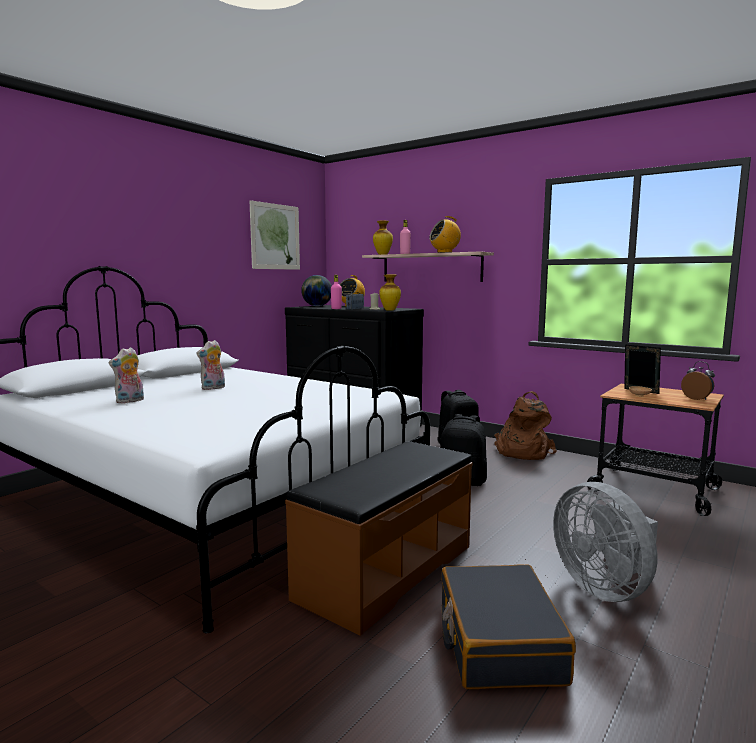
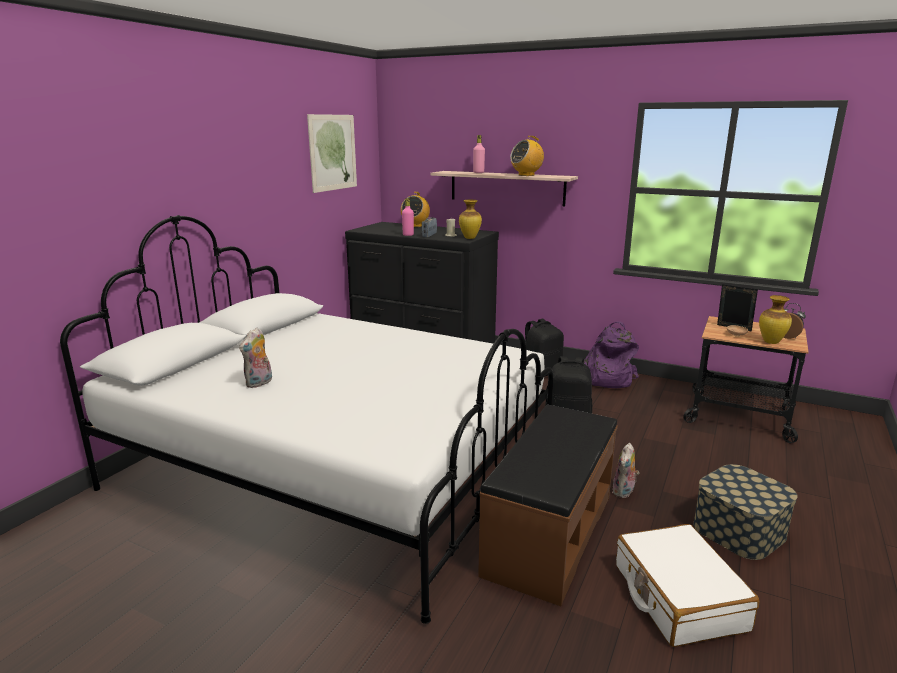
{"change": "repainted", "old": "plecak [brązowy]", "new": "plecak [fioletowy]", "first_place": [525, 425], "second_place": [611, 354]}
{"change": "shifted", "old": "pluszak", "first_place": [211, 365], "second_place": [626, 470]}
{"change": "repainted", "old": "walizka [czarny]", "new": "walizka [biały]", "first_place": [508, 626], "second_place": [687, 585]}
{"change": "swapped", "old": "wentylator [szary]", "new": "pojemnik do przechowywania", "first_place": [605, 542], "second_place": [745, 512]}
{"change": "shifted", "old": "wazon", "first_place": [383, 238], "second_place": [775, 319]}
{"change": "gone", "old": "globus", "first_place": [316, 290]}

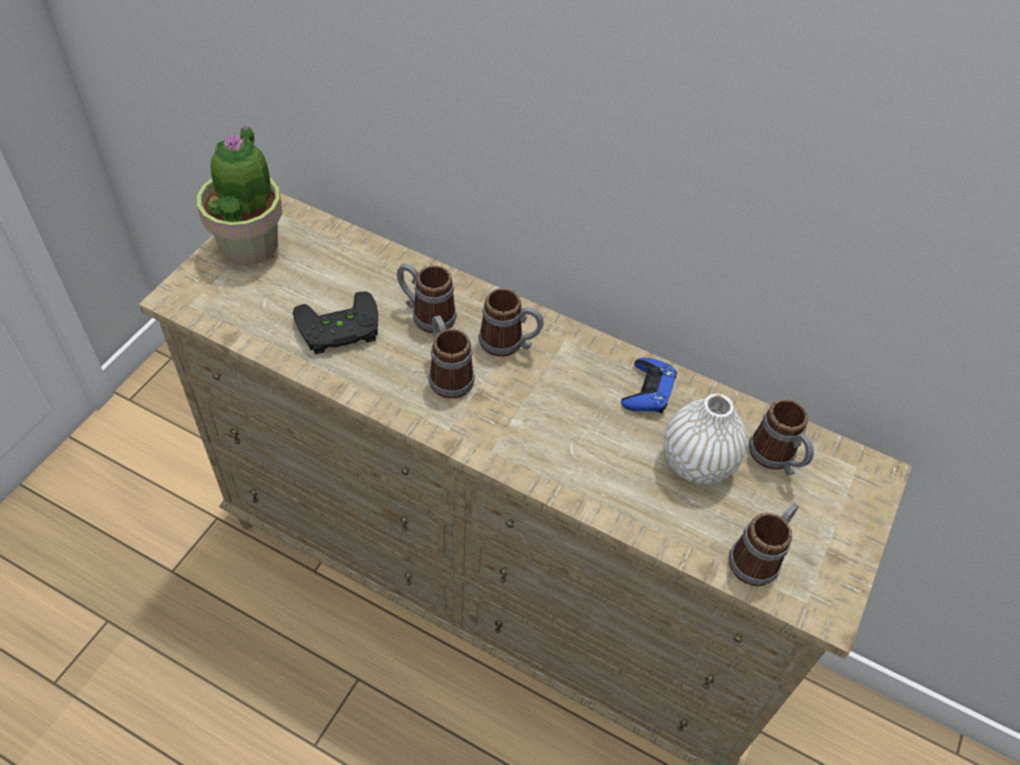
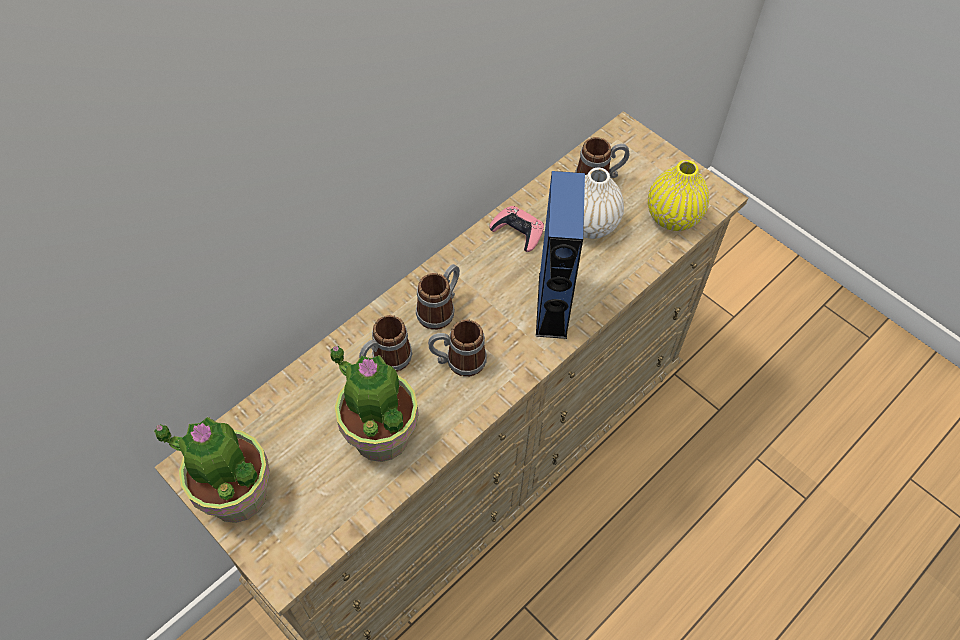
{"change": "swapped", "old": "pad do gier [czarny]", "new": "roślina doniczkowa", "first_place": [335, 323], "second_place": [374, 404]}
{"change": "repainted", "old": "pad do gier [niebieski]", "new": "pad do gier [różowy]", "first_place": [649, 385], "second_place": [517, 229]}
{"change": "new", "new": "głośnik [niebieski]", "second_place": [560, 255]}
{"change": "swapped", "old": "kubek", "new": "wazon [żółty]", "first_place": [764, 544], "second_place": [678, 195]}

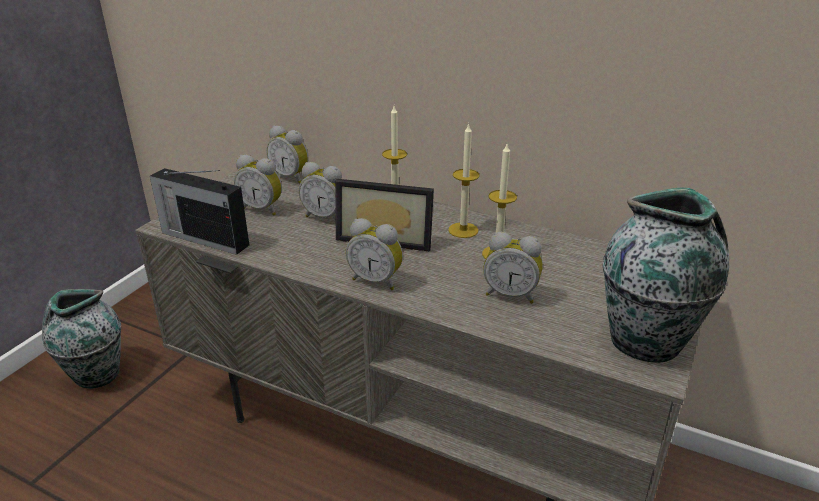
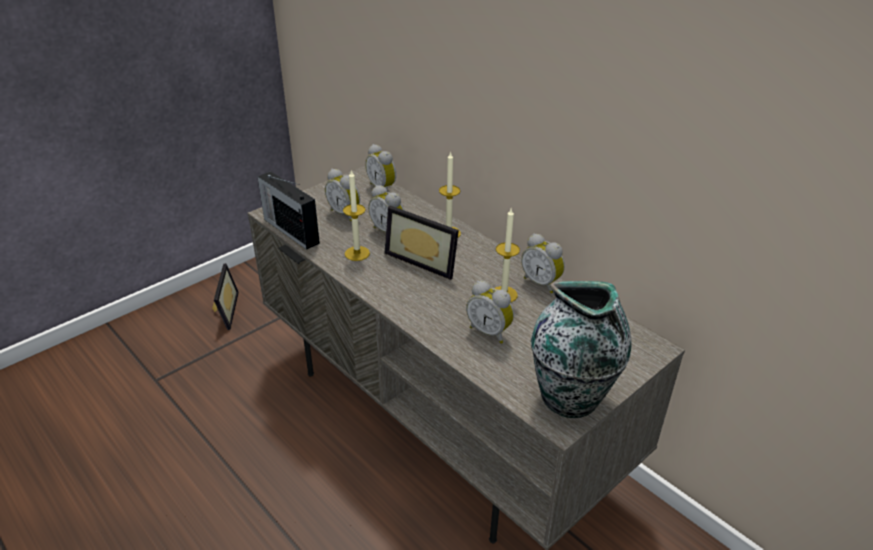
{"change": "swapped", "old": "wazon", "new": "ramka na zdjęcie", "first_place": [81, 339], "second_place": [225, 296]}
{"change": "shifted", "old": "świeca", "first_place": [464, 180], "second_place": [356, 215]}
{"change": "shifted", "old": "budzik", "first_place": [374, 254], "second_place": [543, 263]}

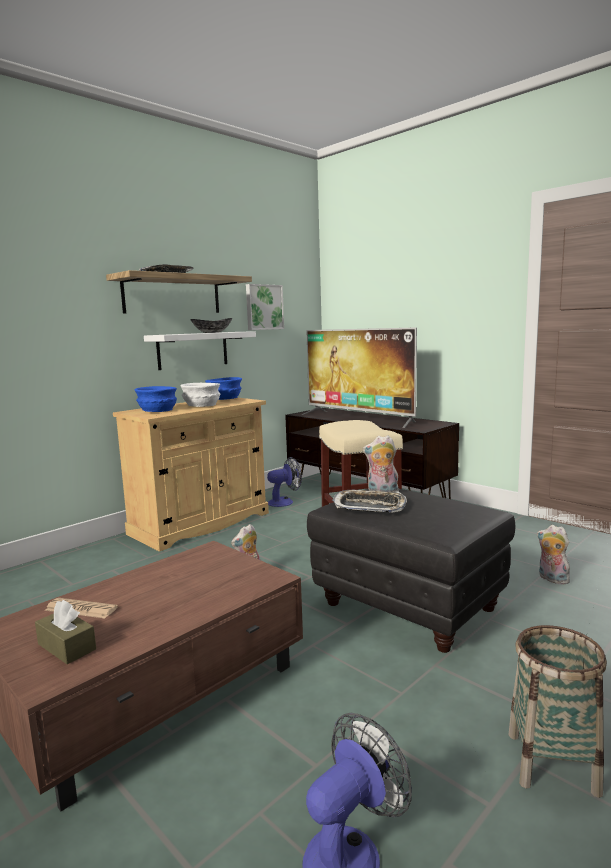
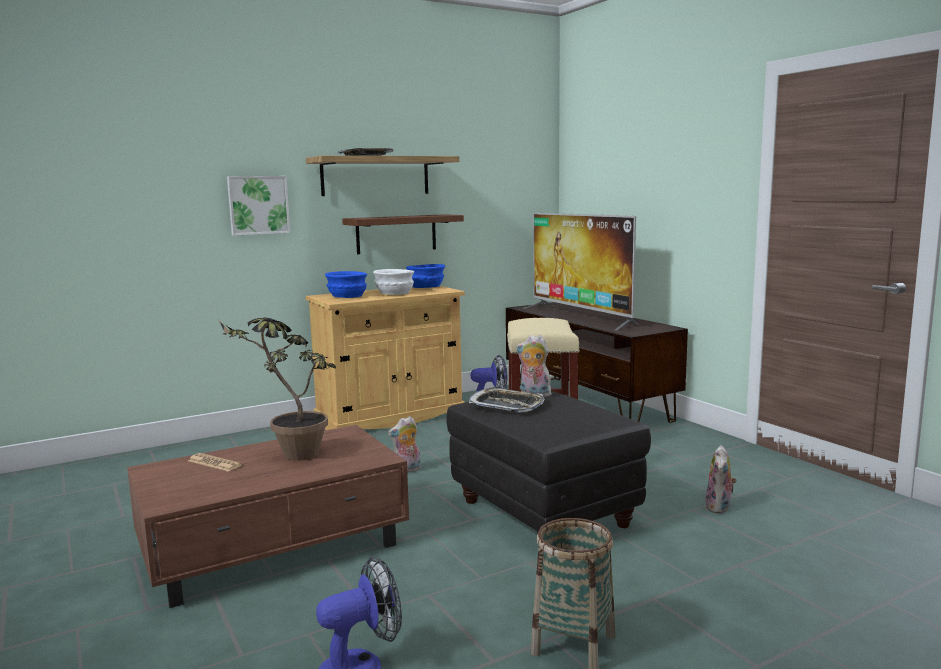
{"change": "new", "new": "roślina doniczkowa", "second_place": [277, 389]}
{"change": "shifted", "old": "obraz", "first_place": [265, 307], "second_place": [258, 206]}
{"change": "repainted", "old": "półka [biały]", "new": "półka [brązowy]", "first_place": [200, 350], "second_place": [403, 234]}
{"change": "rotated", "old": "pluszak", "first_place": [553, 555], "second_place": [721, 479], "degrees": -135}
{"change": "gone", "old": "pudełko chusteczek [brązowy]", "first_place": [65, 632]}
{"change": "gone", "old": "miska", "first_place": [211, 325]}

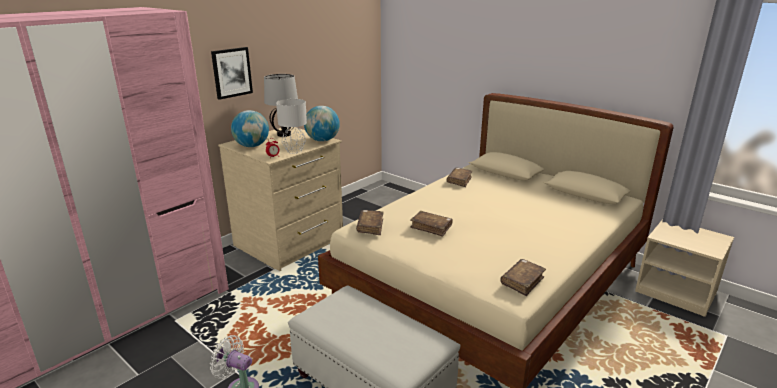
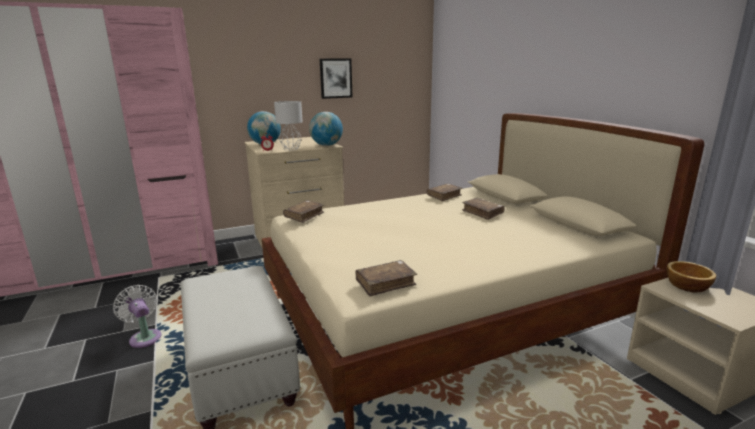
{"change": "shifted", "old": "obraz", "first_place": [232, 73], "second_place": [336, 78]}
{"change": "shifted", "old": "książka [brązowy]", "first_place": [431, 224], "second_place": [483, 209]}
{"change": "new", "new": "miska", "second_place": [691, 276]}
{"change": "gone", "old": "lampa stołowa", "first_place": [281, 105]}

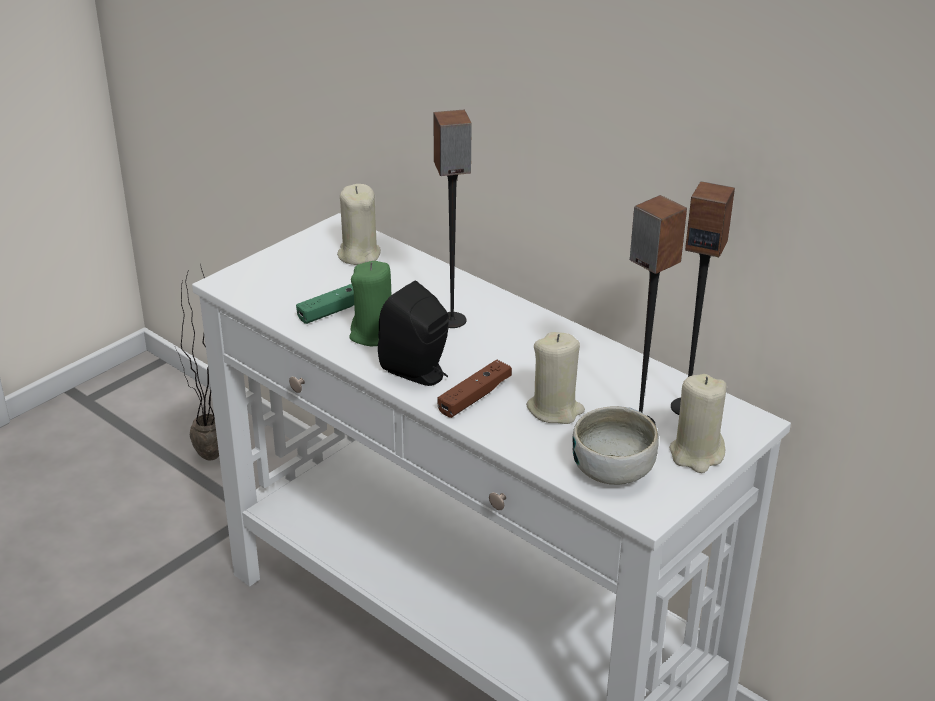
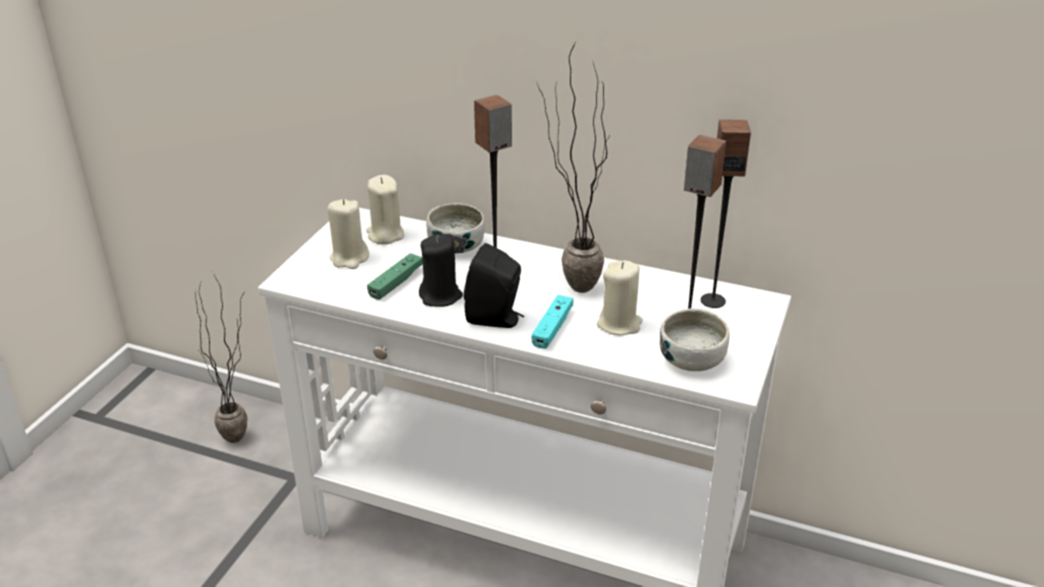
{"change": "shifted", "old": "świeca [beżowy]", "first_place": [697, 423], "second_place": [348, 234]}
{"change": "repainted", "old": "świeca [zielony]", "new": "świeca [czarny]", "first_place": [370, 303], "second_place": [441, 270]}
{"change": "new", "new": "miska", "second_place": [455, 228]}
{"change": "repainted", "old": "pad do gier [brązowy]", "new": "pad do gier [turkusowy]", "first_place": [474, 389], "second_place": [552, 322]}
{"change": "new", "new": "roślina doniczkowa", "second_place": [573, 168]}

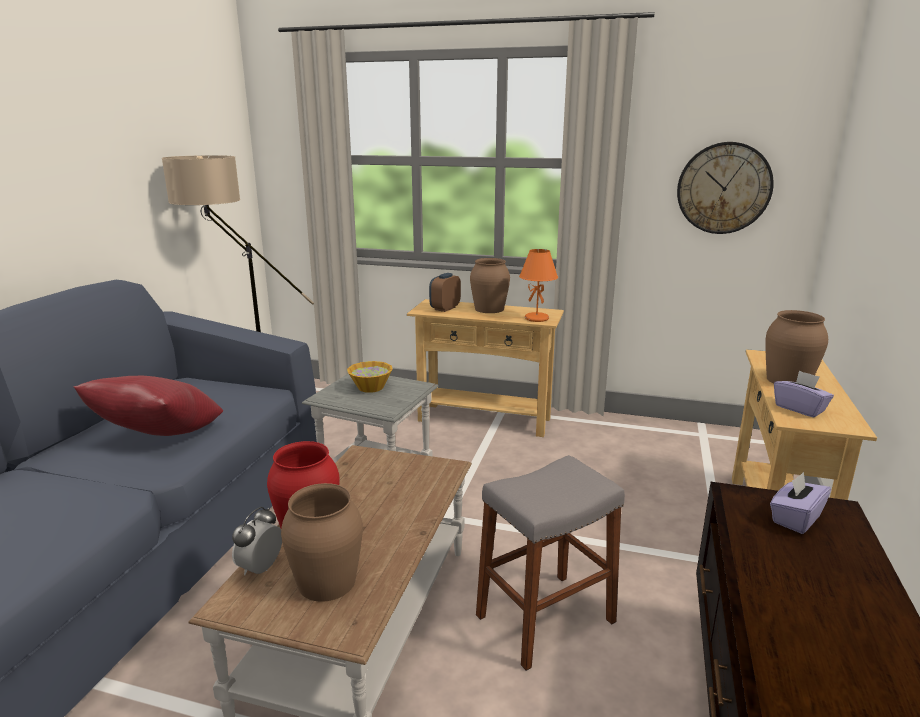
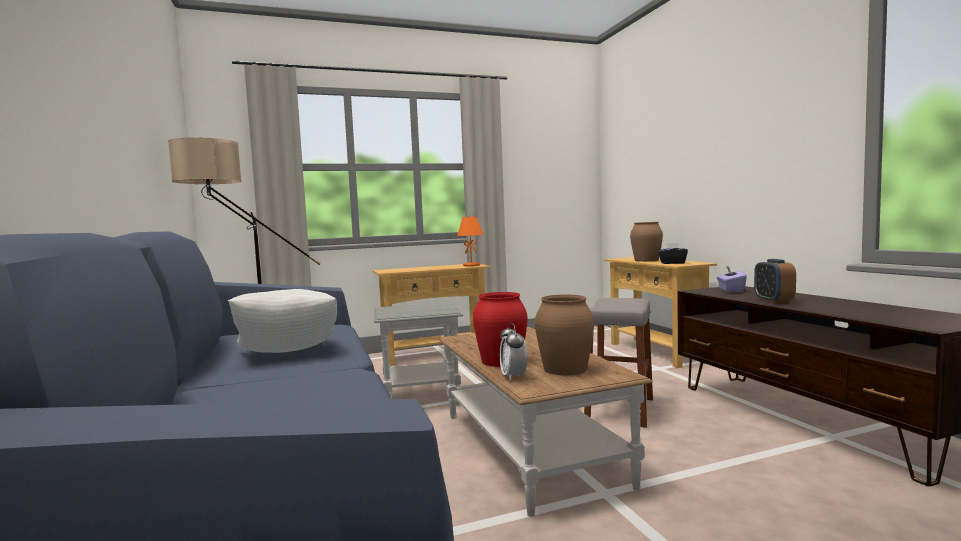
{"change": "repainted", "old": "poduszka [czerwony]", "new": "poduszka [biały]", "first_place": [148, 406], "second_place": [282, 321]}
{"change": "repainted", "old": "pudełko chusteczek [fioletowy]", "new": "pudełko chusteczek [czarny]", "first_place": [804, 394], "second_place": [673, 253]}
{"change": "shifted", "old": "budzik", "first_place": [445, 292], "second_place": [775, 281]}
{"change": "gone", "old": "miska", "first_place": [370, 377]}
{"change": "gone", "old": "wazon [brązowy]", "first_place": [490, 285]}
{"change": "gone", "old": "zegar ścienny", "first_place": [725, 188]}

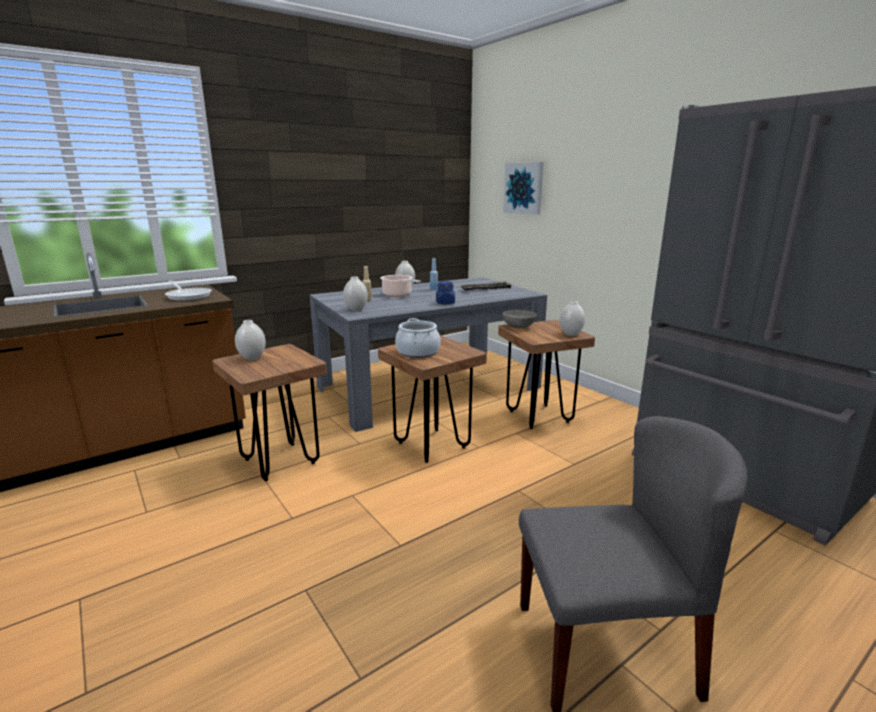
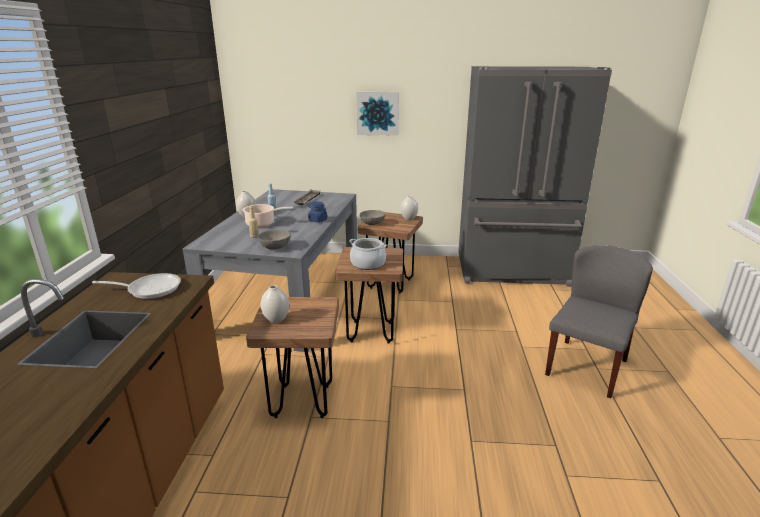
{"change": "swapped", "old": "wazon [biały]", "new": "miska [szary]", "first_place": [355, 294], "second_place": [274, 239]}
{"change": "shifted", "old": "obraz", "first_place": [523, 188], "second_place": [378, 114]}

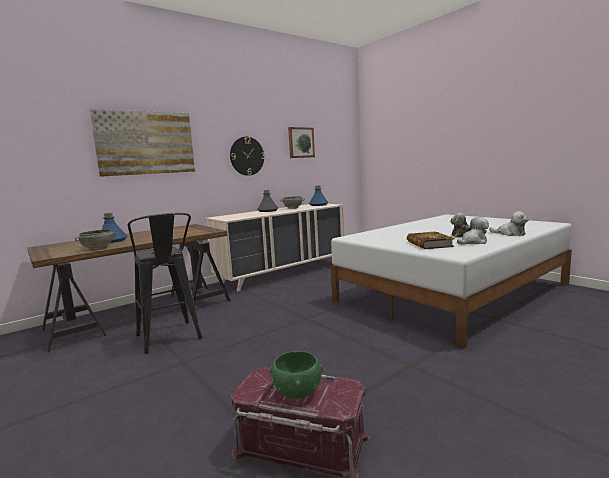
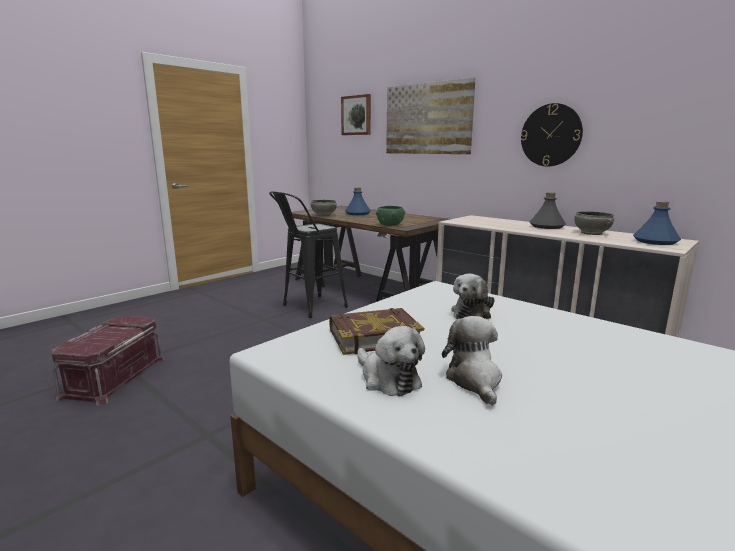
{"change": "shifted", "old": "obraz", "first_place": [301, 142], "second_place": [356, 114]}
{"change": "shifted", "old": "miska [zielony]", "first_place": [296, 375], "second_place": [390, 216]}
{"change": "shifted", "old": "pluszak", "first_place": [508, 223], "second_place": [473, 296]}

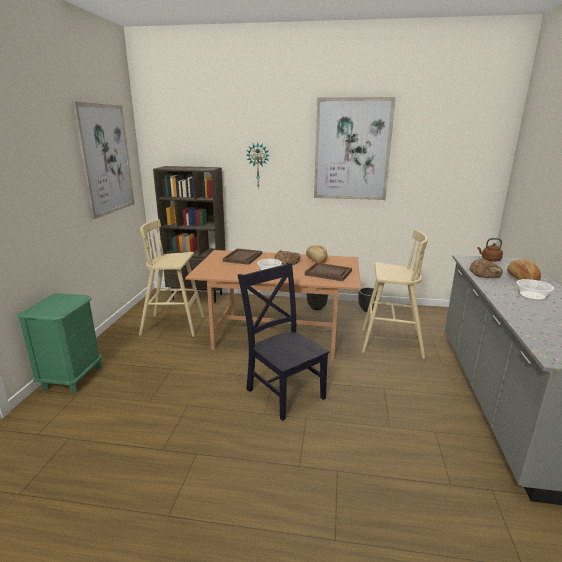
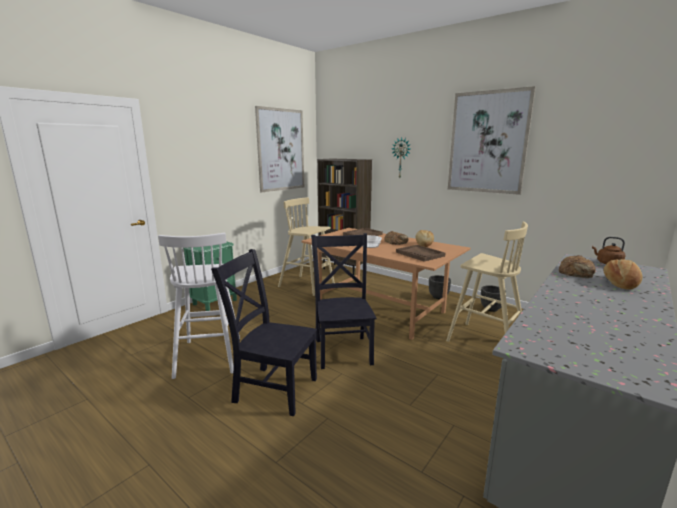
{"change": "new", "new": "stołek [biały]", "second_place": [199, 306]}
{"change": "new", "new": "krzesło [czarny]", "second_place": [264, 332]}
{"change": "gone", "old": "miska", "first_place": [535, 290]}

